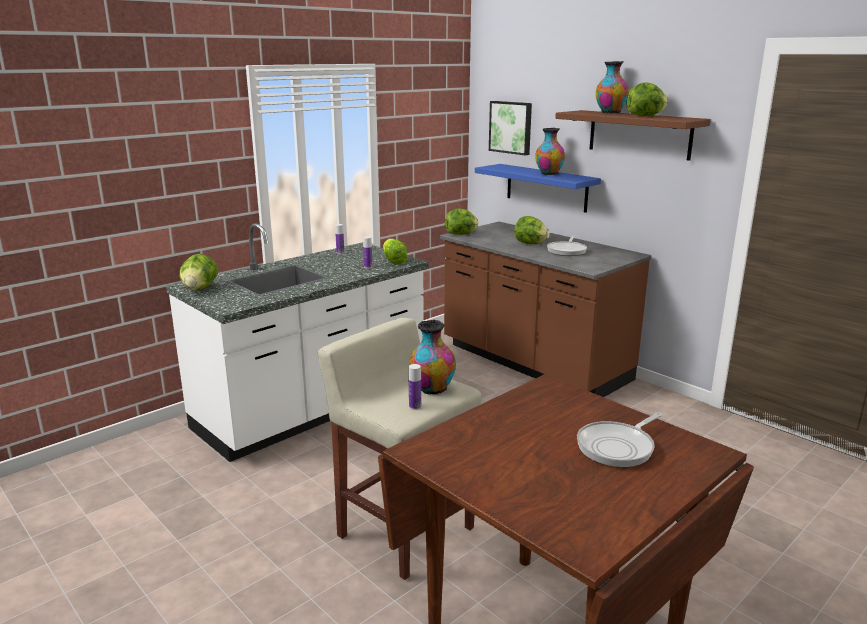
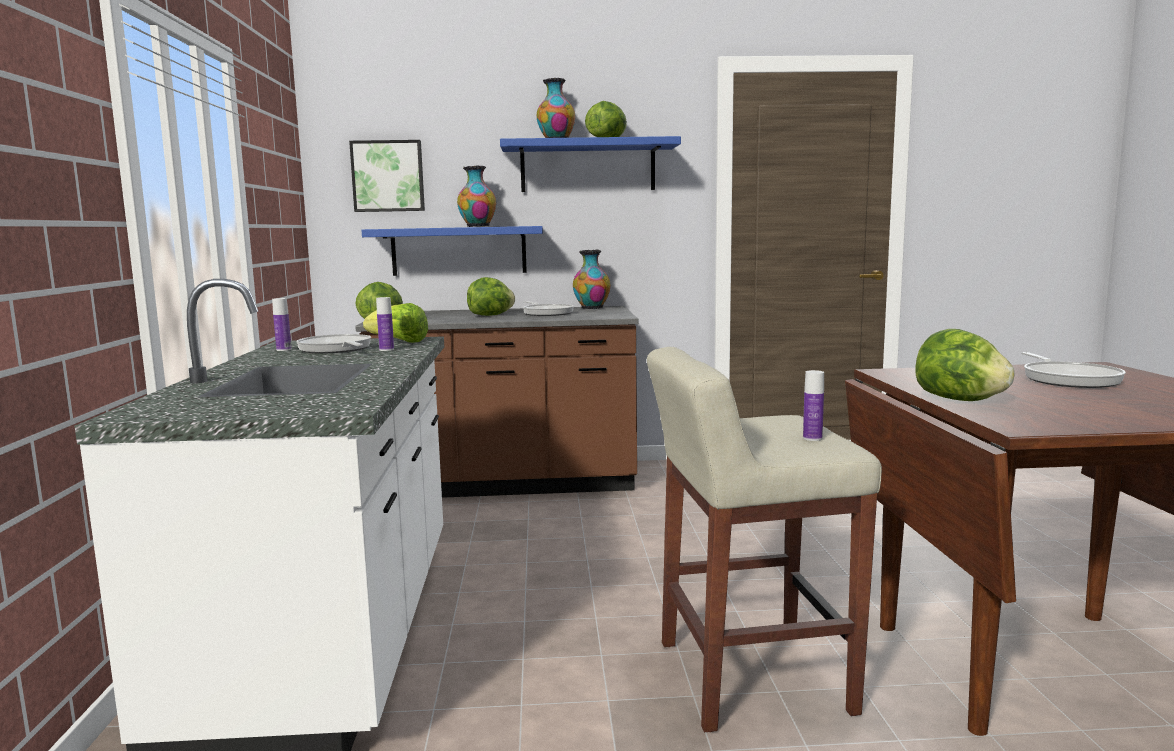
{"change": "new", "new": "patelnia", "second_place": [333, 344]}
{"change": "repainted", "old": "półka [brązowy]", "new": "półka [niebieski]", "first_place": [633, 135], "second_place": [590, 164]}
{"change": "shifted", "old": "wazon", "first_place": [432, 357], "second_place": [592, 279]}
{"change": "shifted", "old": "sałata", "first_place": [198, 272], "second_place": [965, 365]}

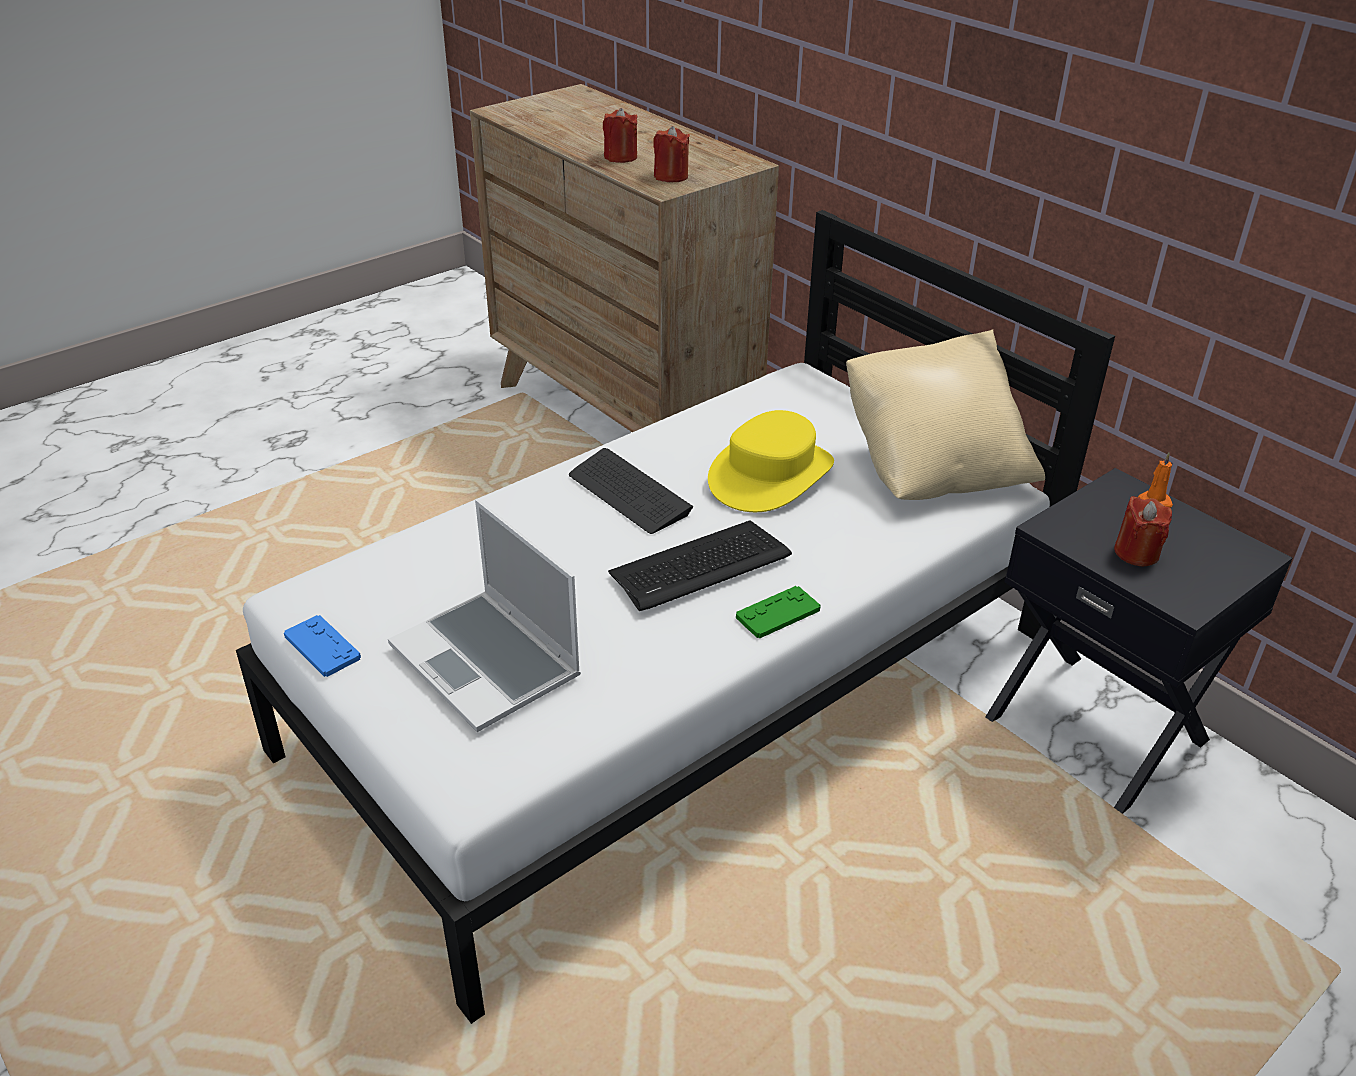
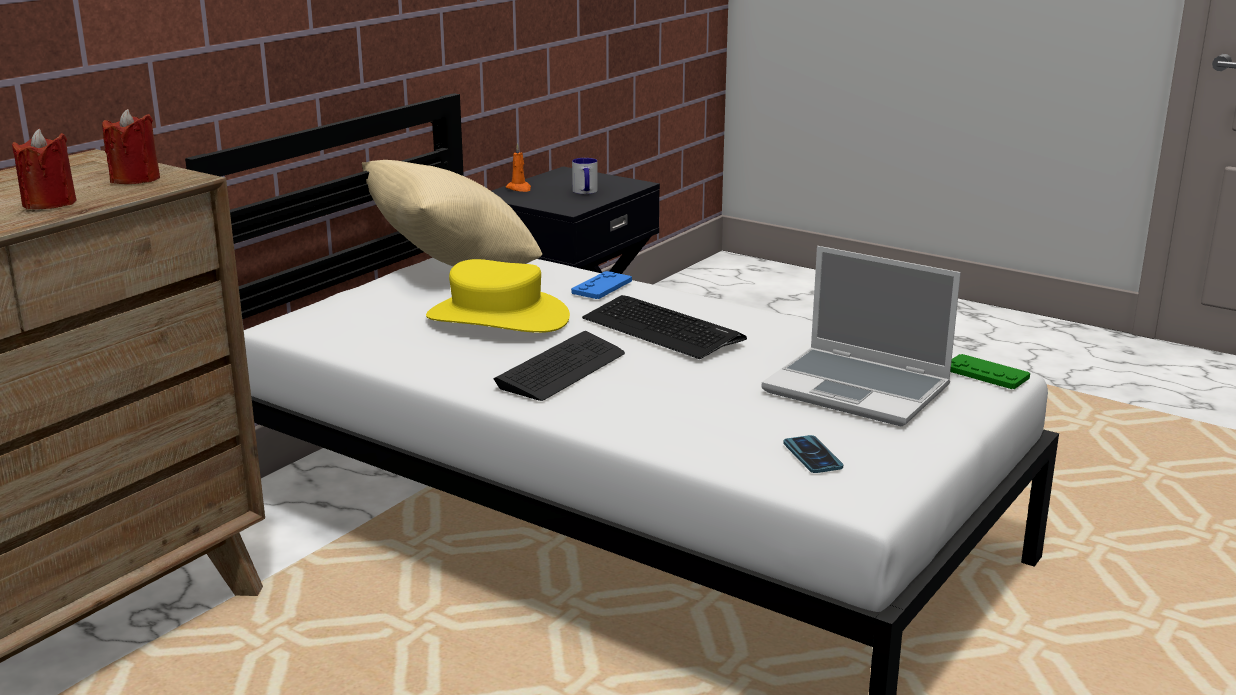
{"change": "shifted", "old": "pad do gier [niebieski]", "first_place": [322, 646], "second_place": [601, 285]}
{"change": "swapped", "old": "świeca [czerwony]", "new": "kubek", "first_place": [1143, 531], "second_place": [585, 176]}
{"change": "rotated", "old": "laptop", "first_place": [484, 615], "second_place": [861, 336], "degrees": 90}
{"change": "new", "new": "telefon", "second_place": [813, 454]}
{"change": "shifted", "old": "pad do gier [zielony]", "first_place": [778, 612], "second_place": [990, 371]}

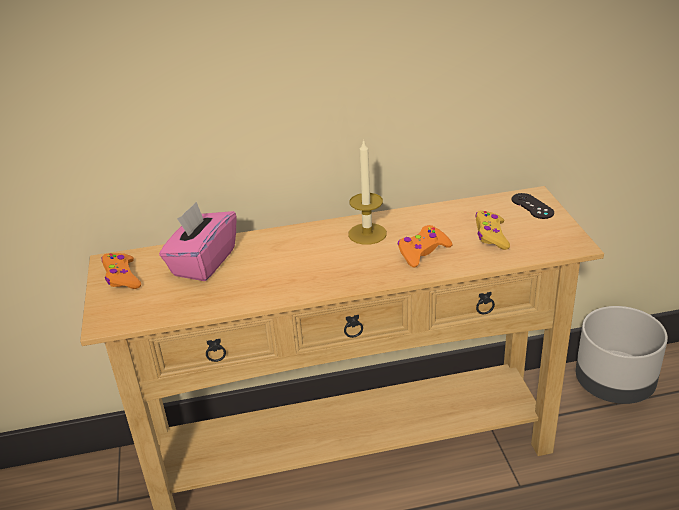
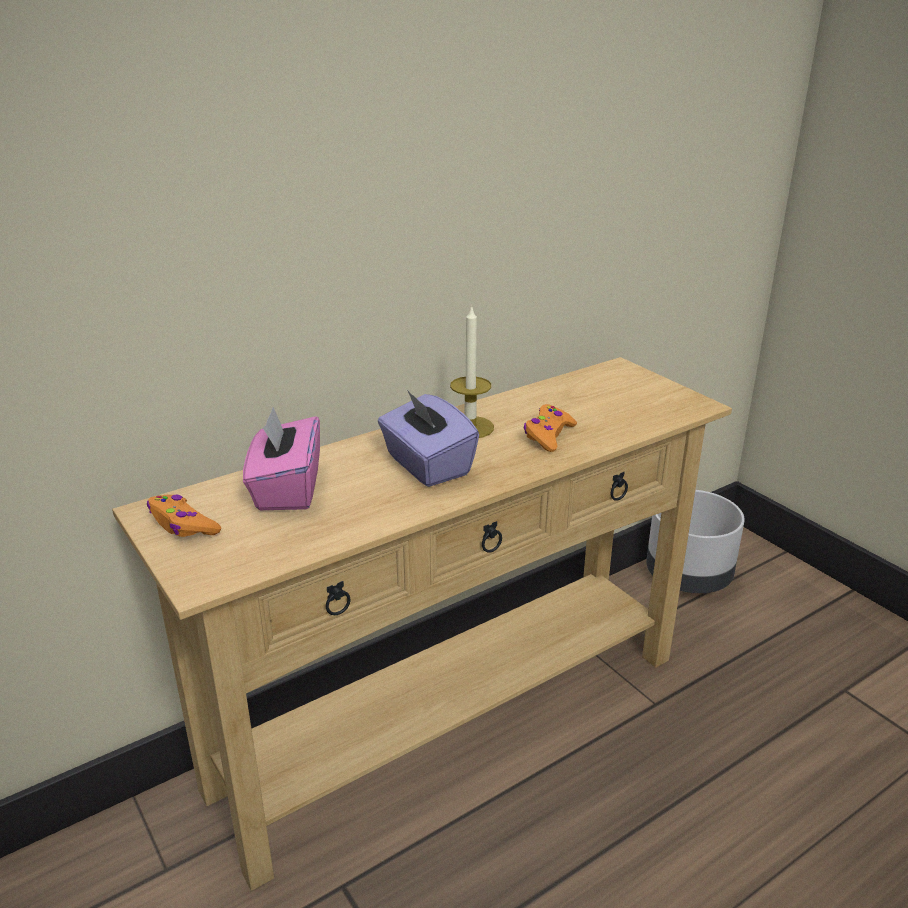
{"change": "new", "new": "pudełko chusteczek [fioletowy]", "second_place": [428, 439]}
{"change": "gone", "old": "pad do gier [żółty]", "first_place": [492, 230]}
{"change": "gone", "old": "pad do gier [czarny]", "first_place": [533, 206]}

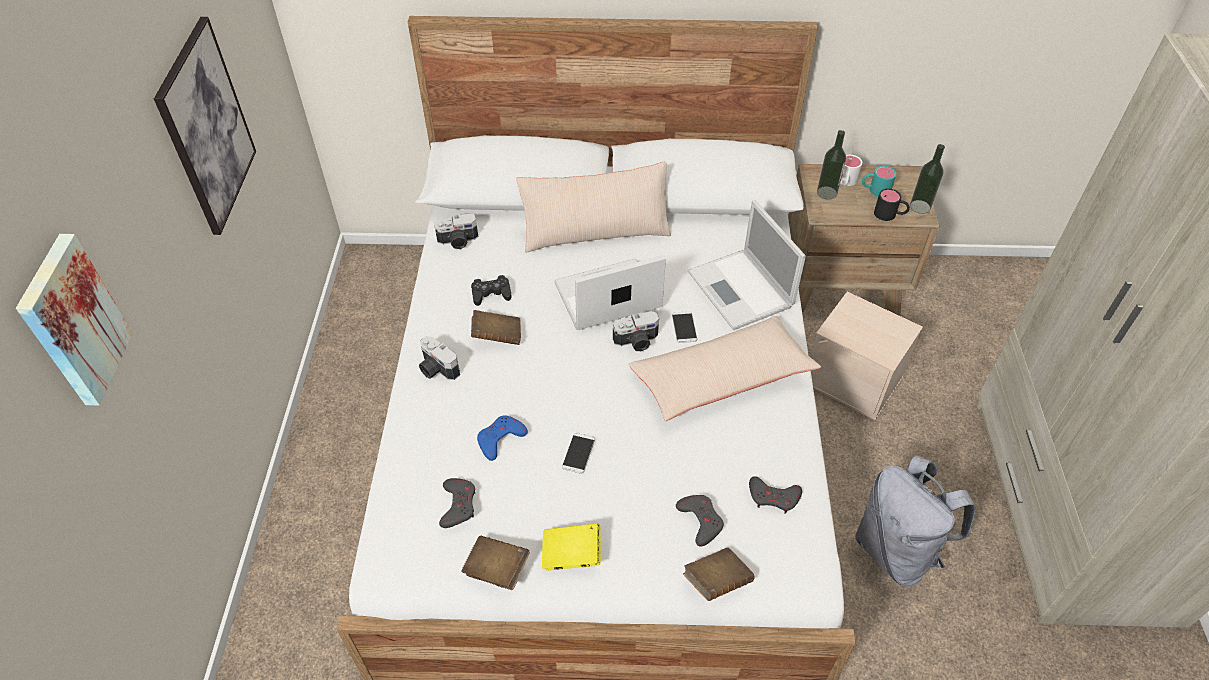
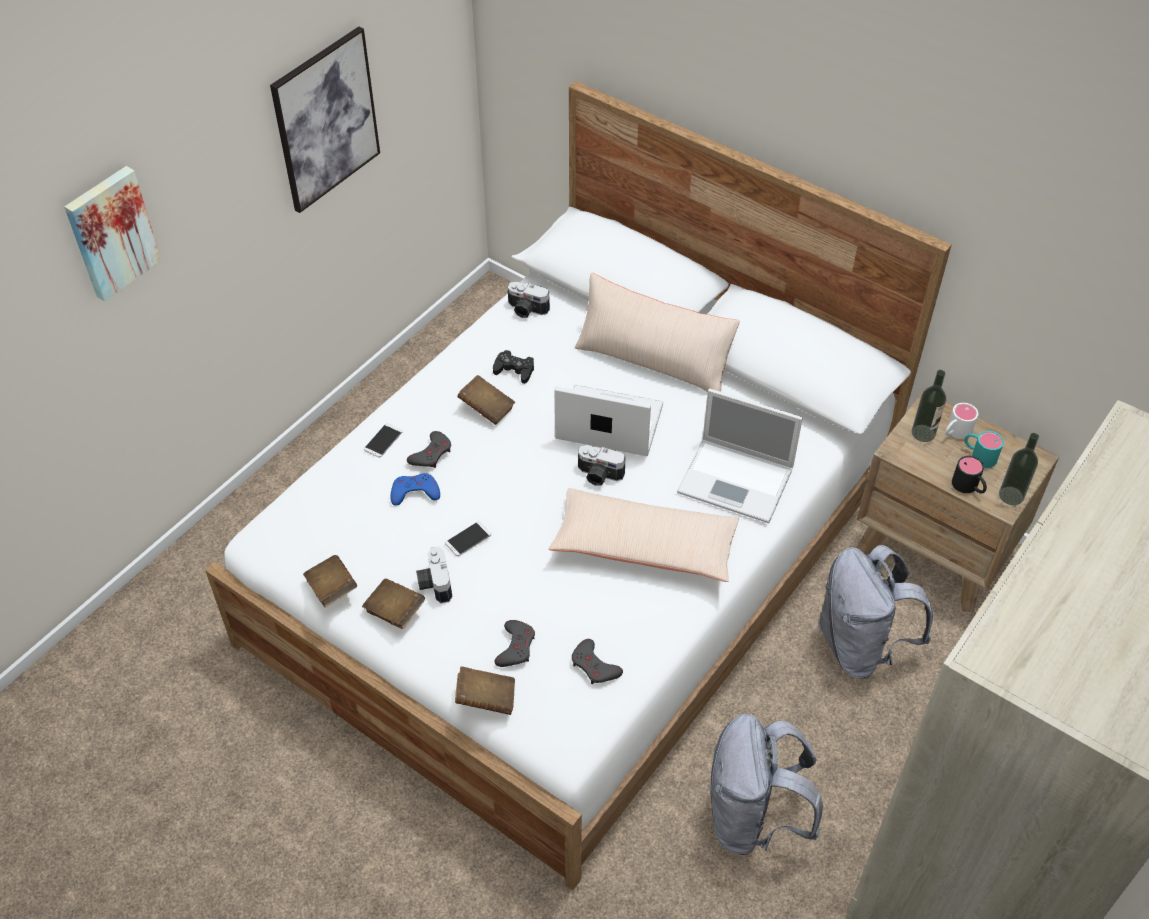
{"change": "repainted", "old": "książka [żółty]", "new": "książka [brązowy]", "first_place": [571, 547], "second_place": [393, 604]}
{"change": "shifted", "old": "telefon", "first_place": [684, 327], "second_place": [383, 440]}
{"change": "shifted", "old": "pad do gier [szary]", "first_place": [457, 503], "second_place": [429, 449]}
{"change": "shifted", "old": "aparat fotograficzny", "first_place": [439, 358], "second_place": [434, 575]}
{"change": "rotated", "old": "laptop", "first_place": [747, 265], "second_place": [740, 455], "degrees": -75}
{"change": "swapped", "old": "pojemnik do przechowywania [beżowy]", "new": "plecak [szary]", "first_place": [867, 356], "second_place": [875, 611]}

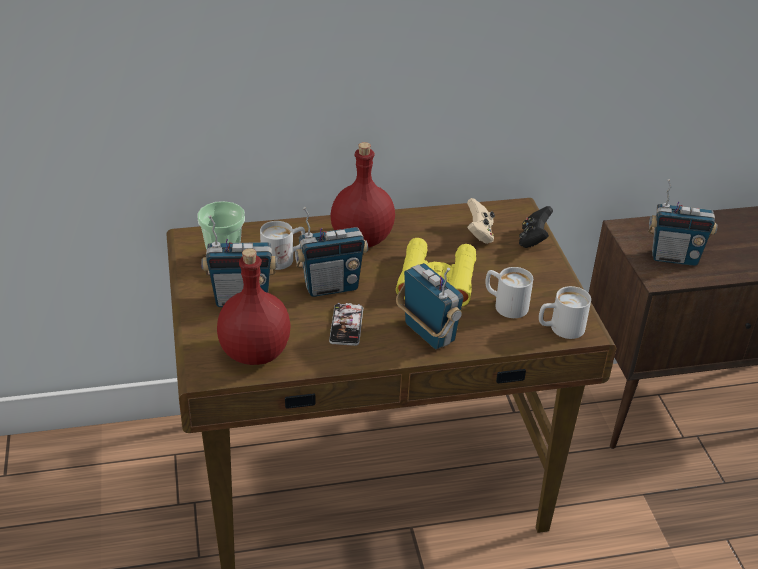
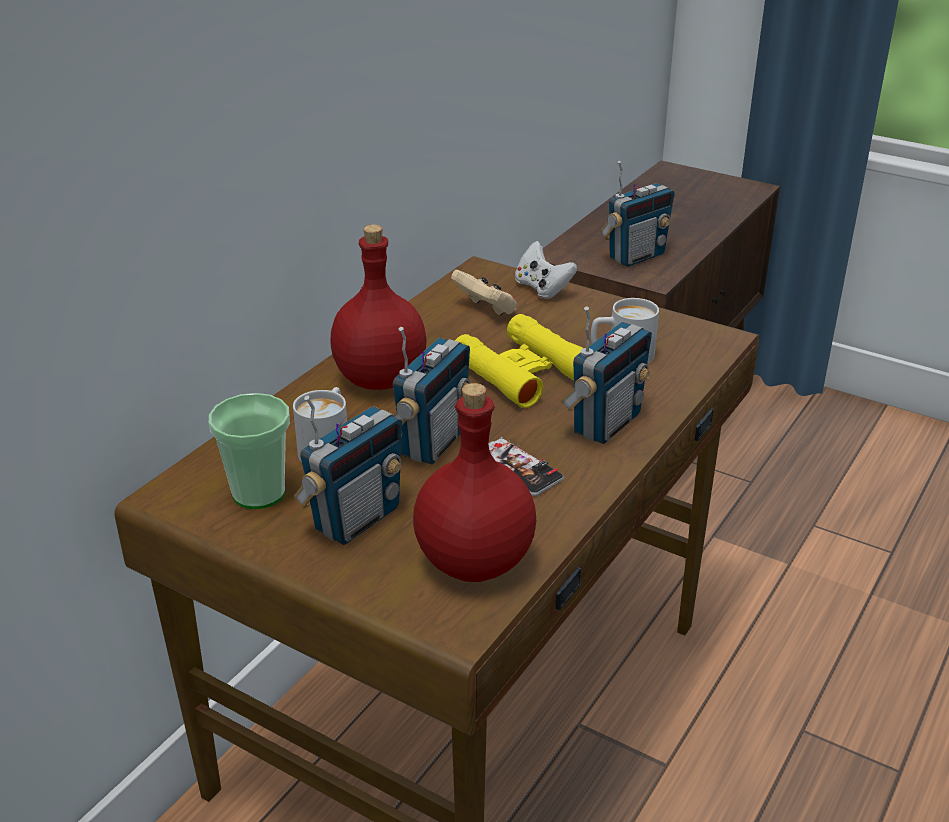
{"change": "repainted", "old": "pad do gier [czarny]", "new": "pad do gier [biały]", "first_place": [536, 227], "second_place": [546, 270]}
{"change": "rotated", "old": "radio", "first_place": [429, 306], "second_place": [606, 375], "degrees": 120}
{"change": "gone", "old": "kubek [biały]", "first_place": [565, 312]}

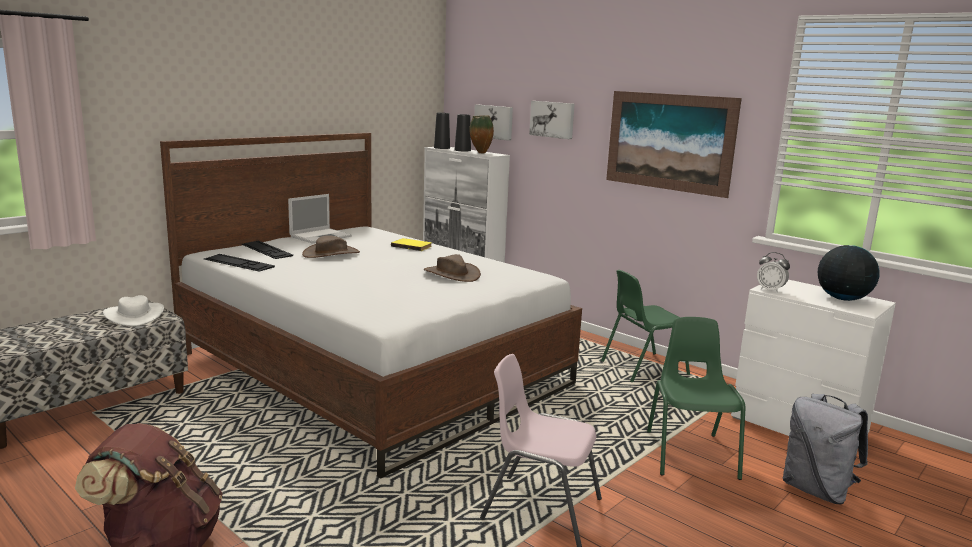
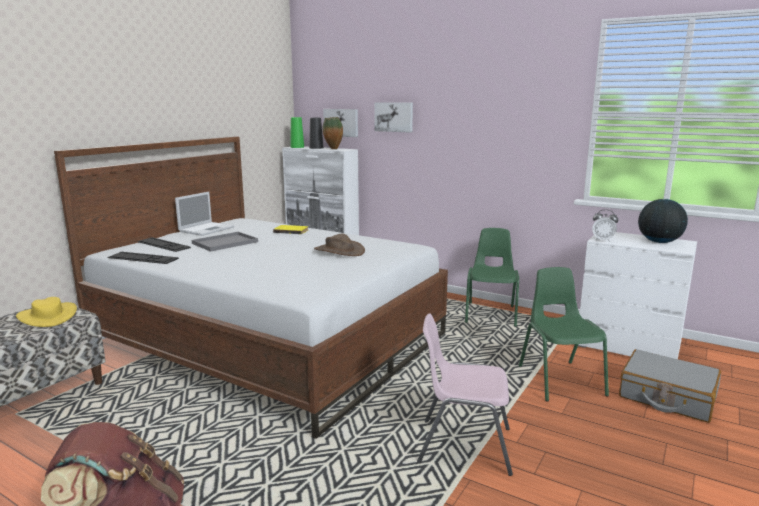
{"change": "repainted", "old": "kapelusz [biały]", "new": "kapelusz [żółty]", "first_place": [133, 310], "second_place": [46, 312]}
{"change": "swapped", "old": "kapelusz [brązowy]", "new": "taca [szary]", "first_place": [331, 246], "second_place": [225, 242]}
{"change": "repainted", "old": "wazon [czarny]", "new": "wazon [zielony]", "first_place": [442, 131], "second_place": [297, 132]}
{"change": "rotated", "old": "krzesło [zielony]", "first_place": [645, 326], "second_place": [492, 277], "degrees": 135}
{"change": "swapped", "old": "plecak [szary]", "new": "walizka [szary]", "first_place": [825, 449], "second_place": [670, 386]}
{"change": "gone", "old": "obraz", "first_place": [674, 144]}

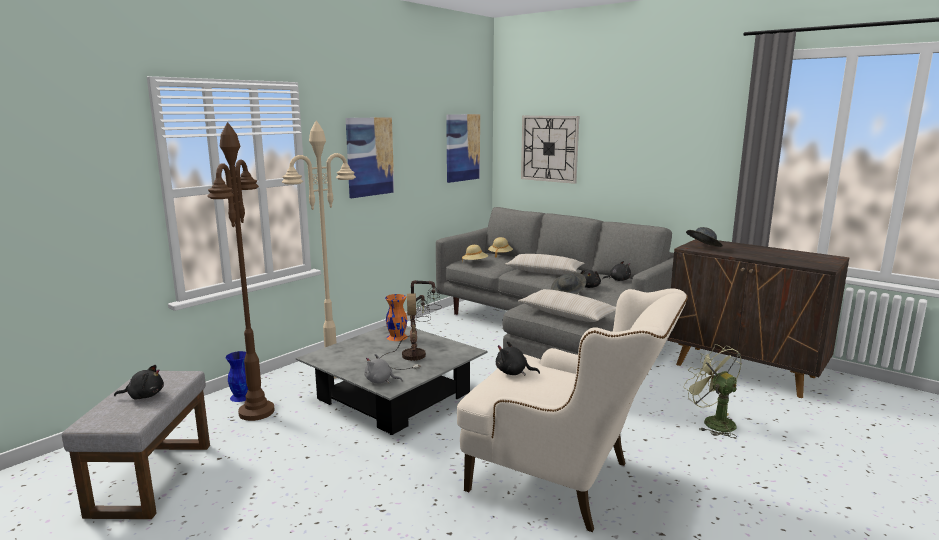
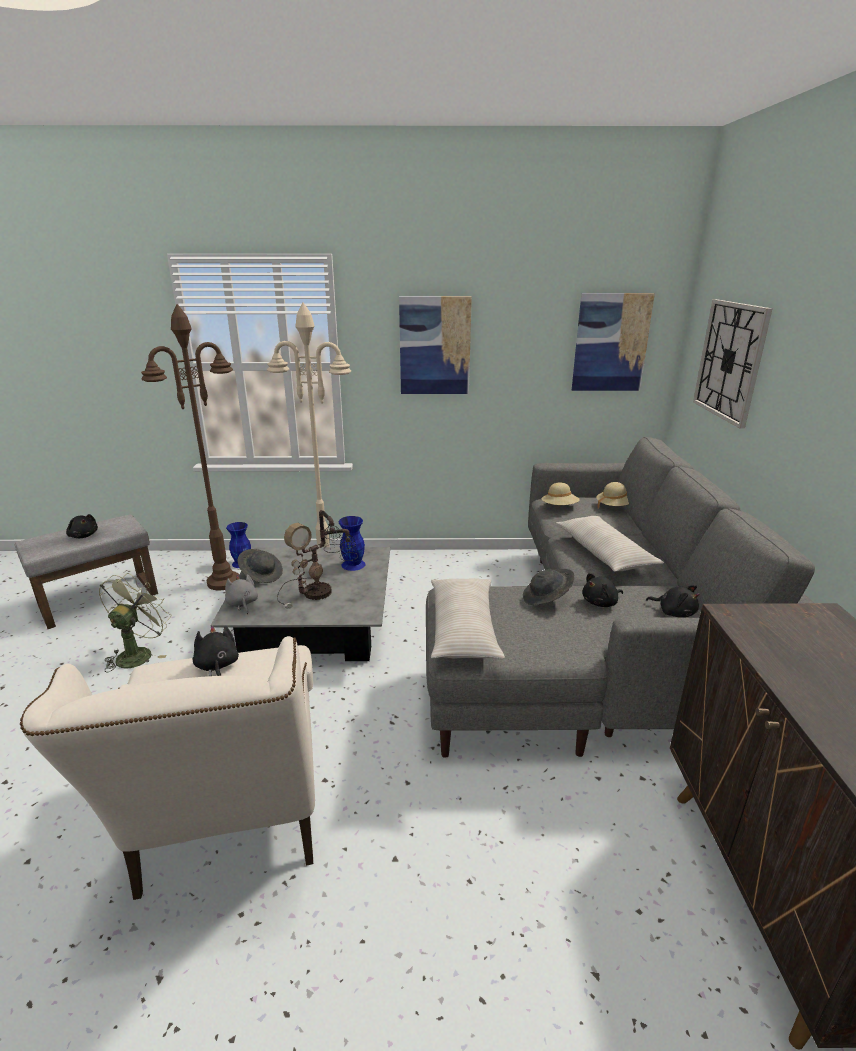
{"change": "shifted", "old": "wentylator [zielony]", "first_place": [713, 391], "second_place": [135, 622]}
{"change": "shifted", "old": "kapelusz [szary]", "first_place": [704, 237], "second_place": [260, 566]}
{"change": "repainted", "old": "wazon [pomarańczowy]", "new": "wazon [niebieski]", "first_place": [396, 317], "second_place": [352, 543]}

